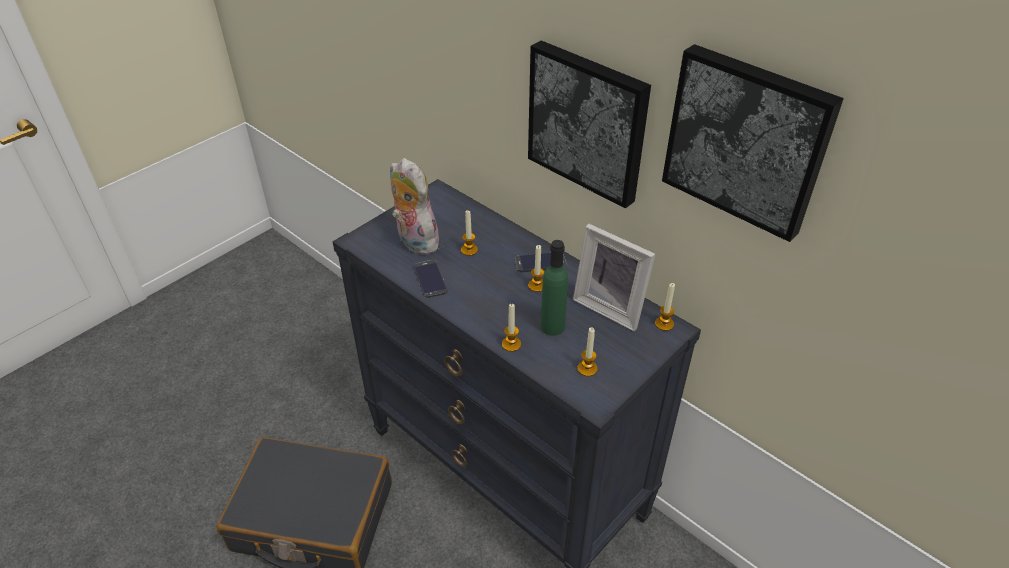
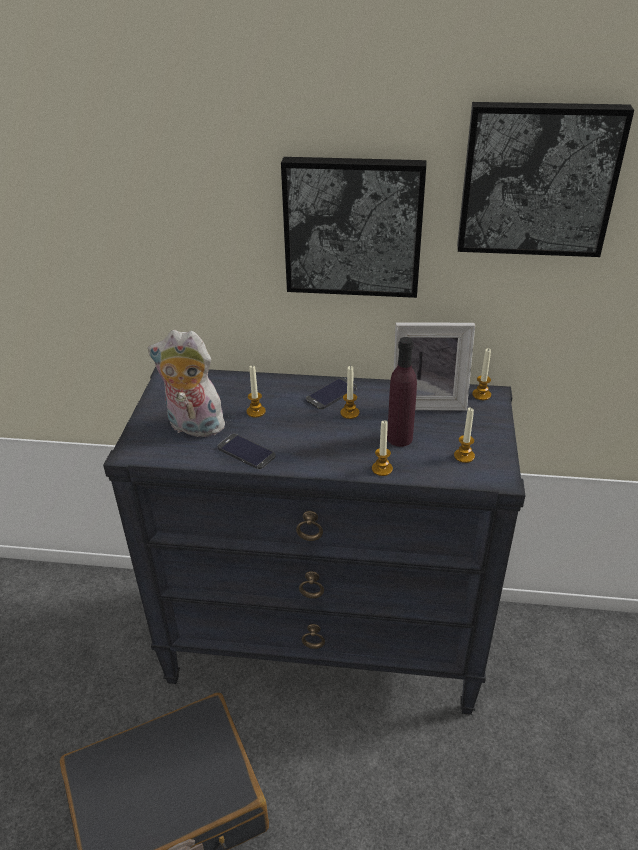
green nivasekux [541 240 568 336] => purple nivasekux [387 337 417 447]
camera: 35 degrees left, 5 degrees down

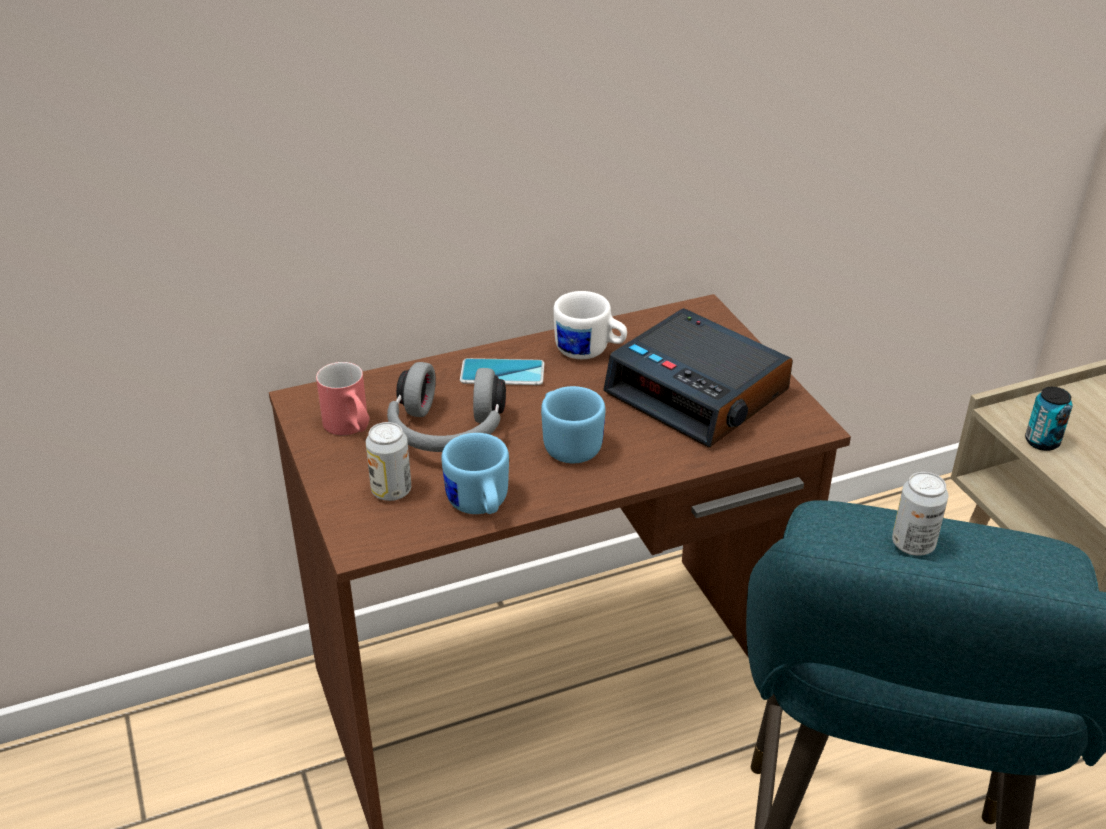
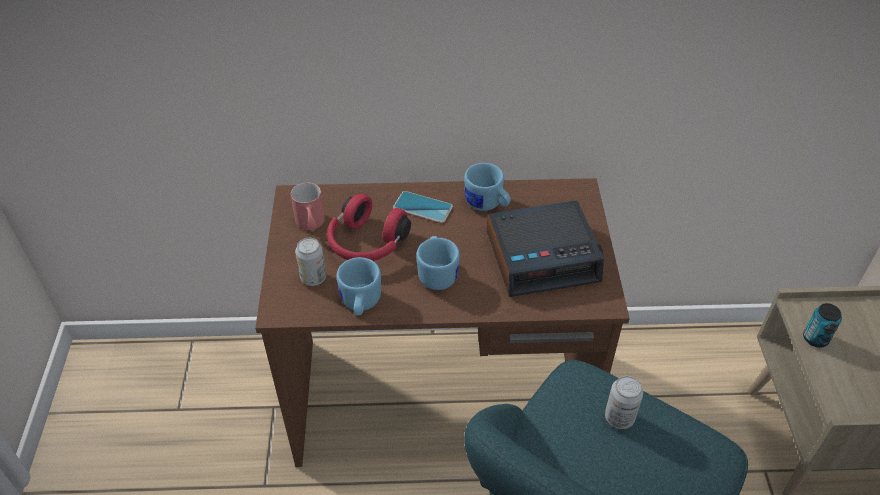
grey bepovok [387 362 506 452] => red bepovok [327 193 411 261]
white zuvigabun [553 291 627 359] => blue zuvigabun [464 163 511 211]
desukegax [603 308 793 447] => desukegax [487 200 604 297], 75 degrees counterclockwise
camera: 20 degrees right, 10 degrees up

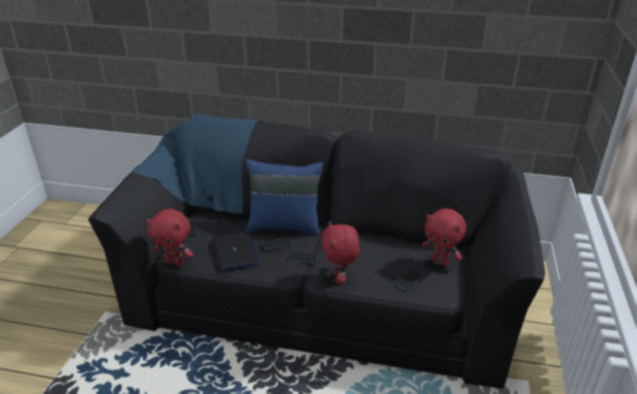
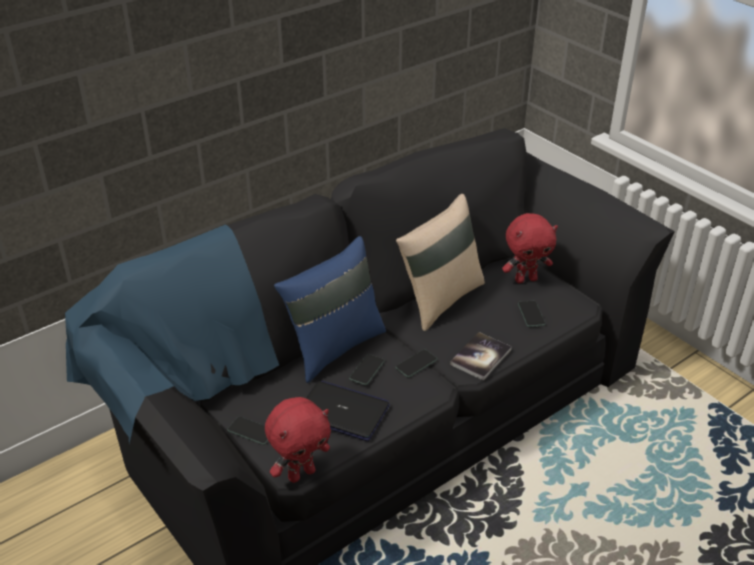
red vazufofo [322 221 360 284] => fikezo [450 332 512 381]
nothing => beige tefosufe [396 194 485 331]
camera: 50 degrees left, 5 degrees up

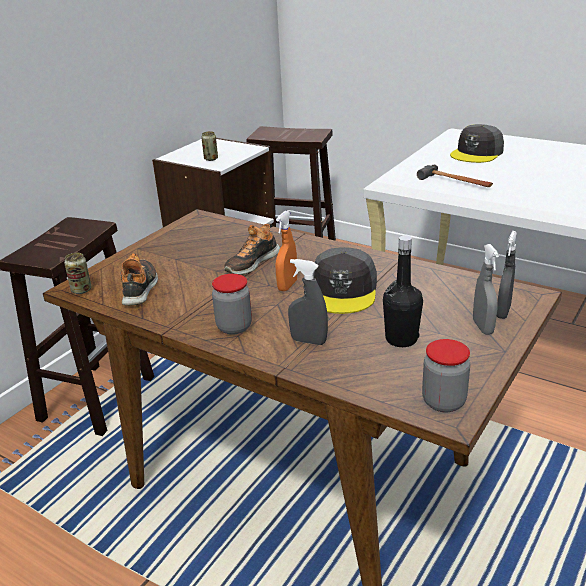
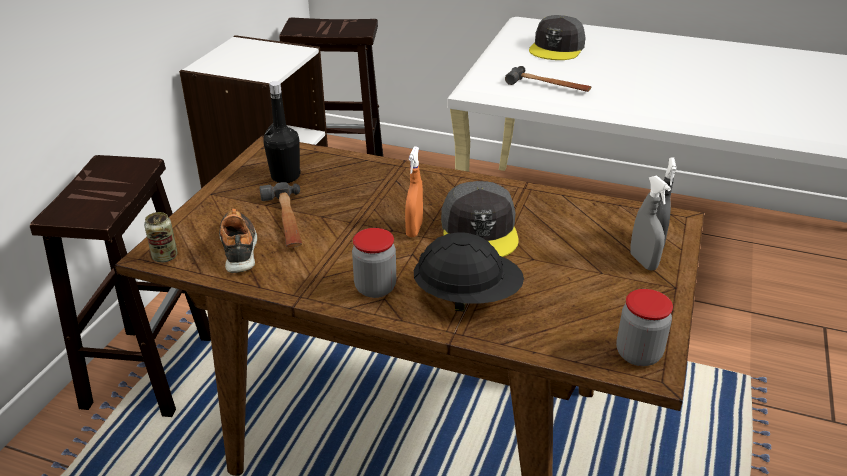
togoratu [201 131 218 161] => nothing
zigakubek [224 223 280 275] => nothing
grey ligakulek [288 259 328 345] => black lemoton [414 232 524 312]
black nivasekux [383 235 423 347] => black nivasekux [263 81 301 183], move
nothing => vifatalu [259 182 302 248]
camera: 15 degrees left, 5 degrees up

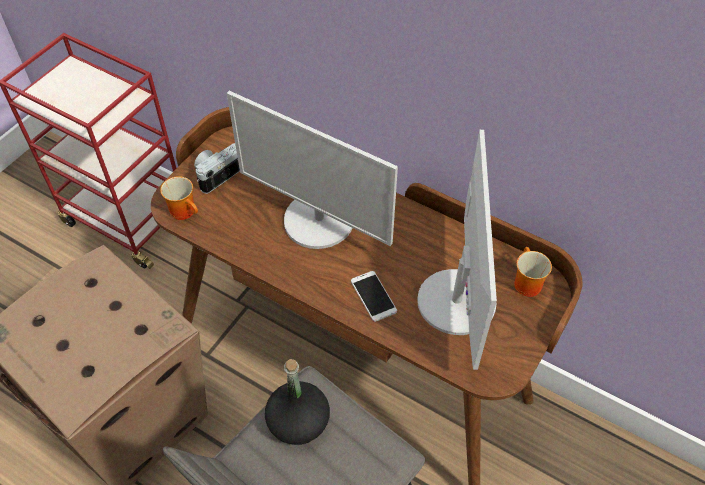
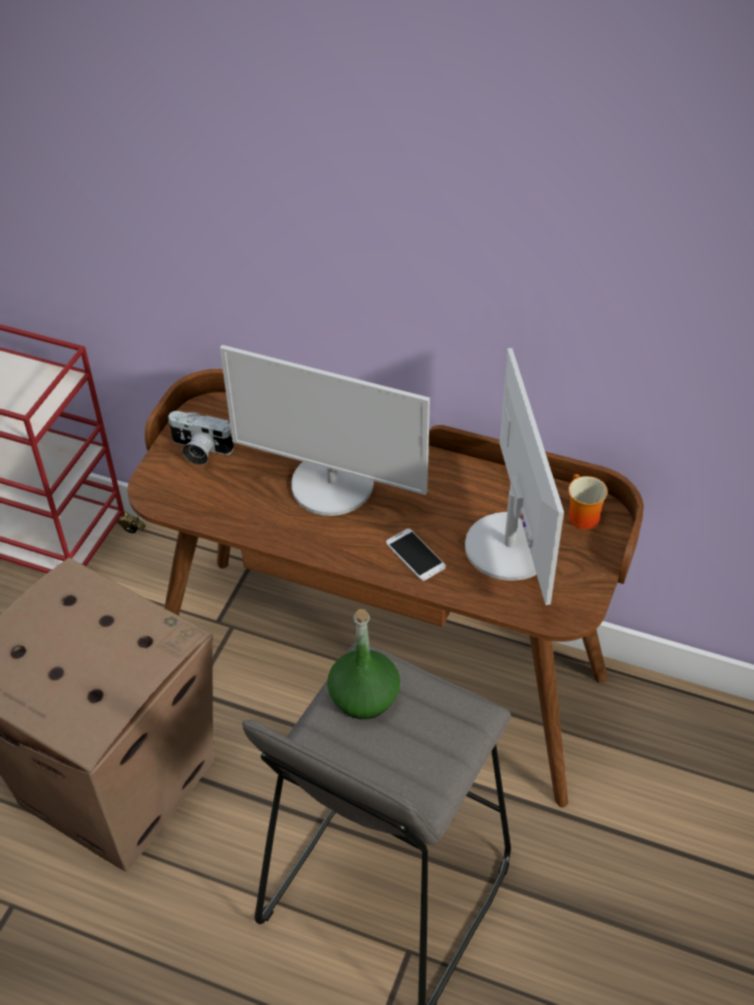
zuvigabun [160 176 198 220] => nothing
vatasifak [194 143 240 194] => vatasifak [168 411 234 465], 105 degrees counterclockwise
black nivasekux [265 359 330 445] => green nivasekux [327 609 400 719]
camera: 10 degrees left, 5 degrees down

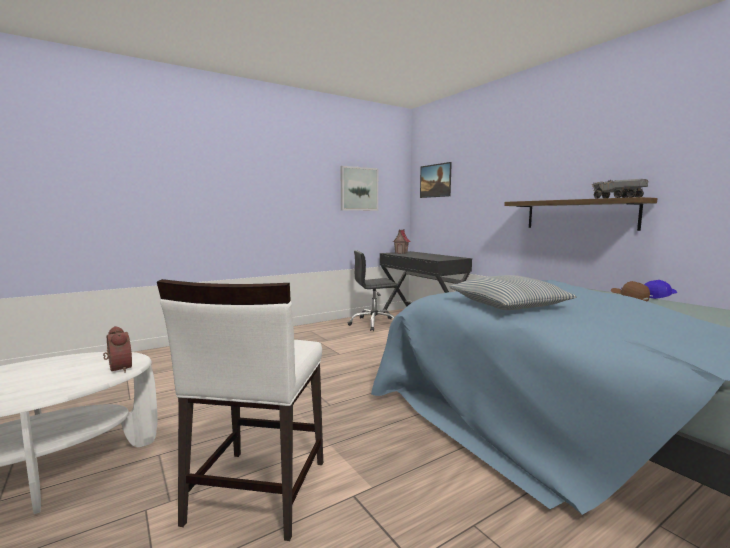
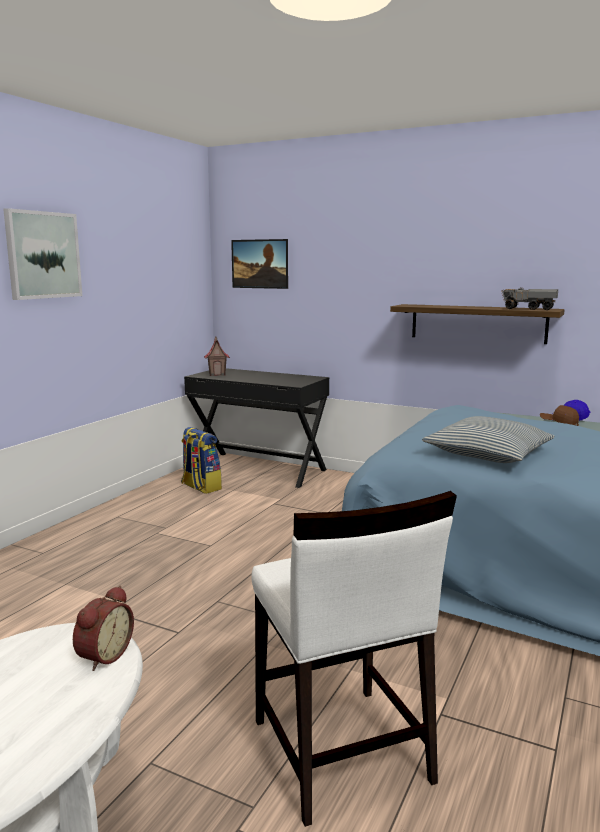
desukegax [103 326 132 373] => desukegax [73 586 134 671], 90 degrees clockwise
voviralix [340 166 378 211] => voviralix [3 208 82 300], move
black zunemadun [348 250 397 331] => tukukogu [181 427 222 494]
camera: 30 degrees left, 5 degrees up

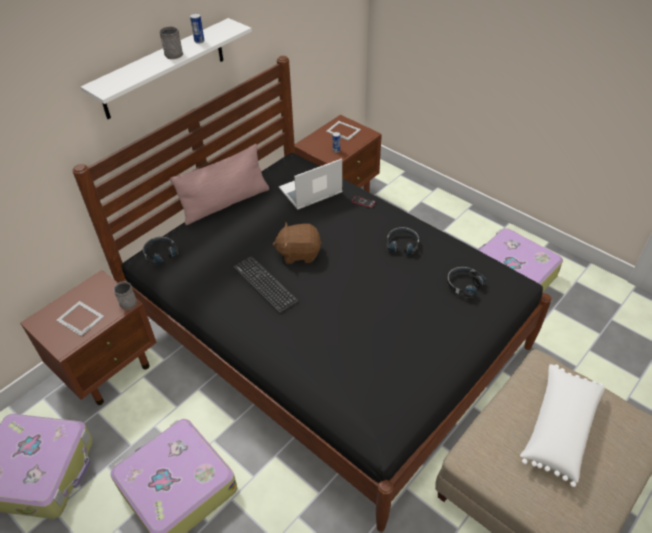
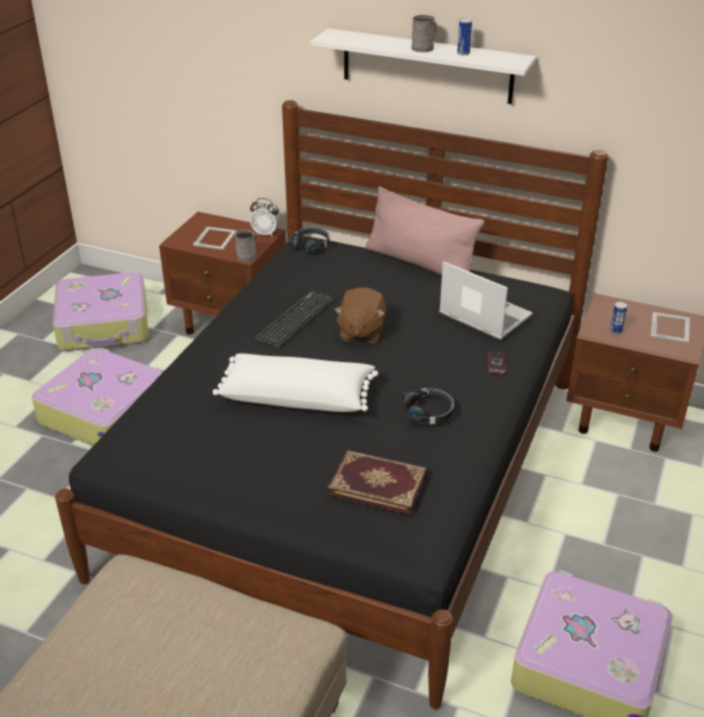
brown vazufofo [273 222 322 264] => brown vazufofo [334 287 386 343], 150 degrees counterclockwise
black bepovok [447 267 486 298] => fikezo [328 450 427 516]
white tefosufe [520 364 605 487] => white tefosufe [213 354 378 412], move
nothing => desukegax [250 198 281 237]
camera: 70 degrees right, 10 degrees down

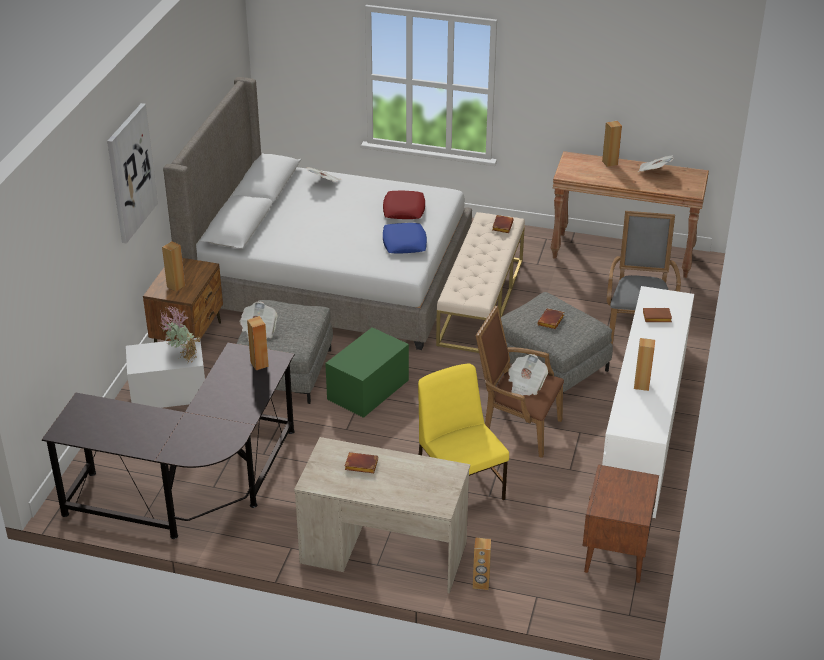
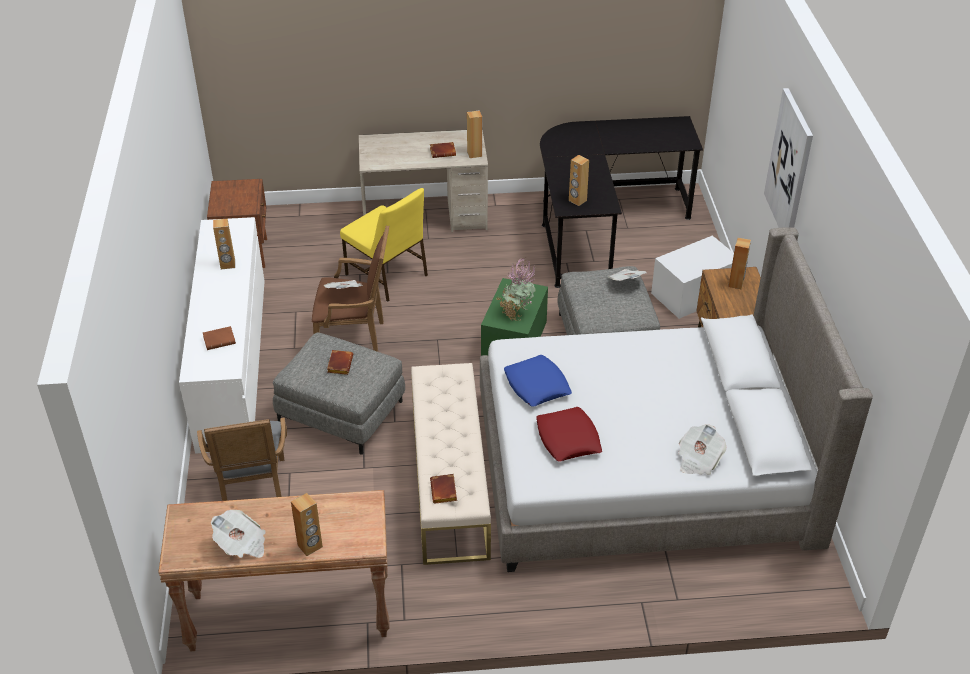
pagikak [160 306 200 363] => pagikak [496 258 536 320], move
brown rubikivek [473 538 491 590] => brown rubikivek [467 110 482 158], move
camera: 160 degrees right, 5 degrees up

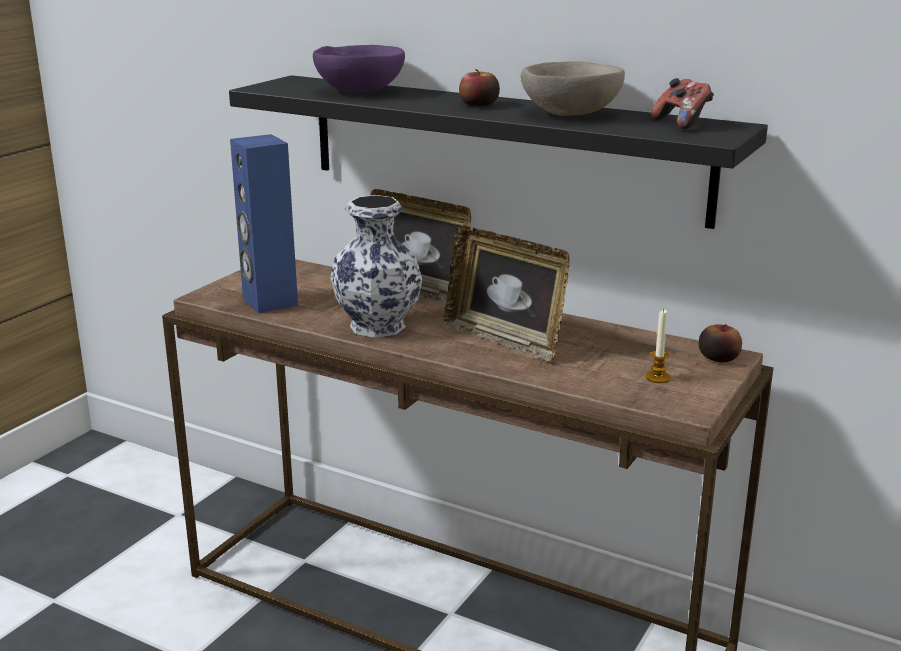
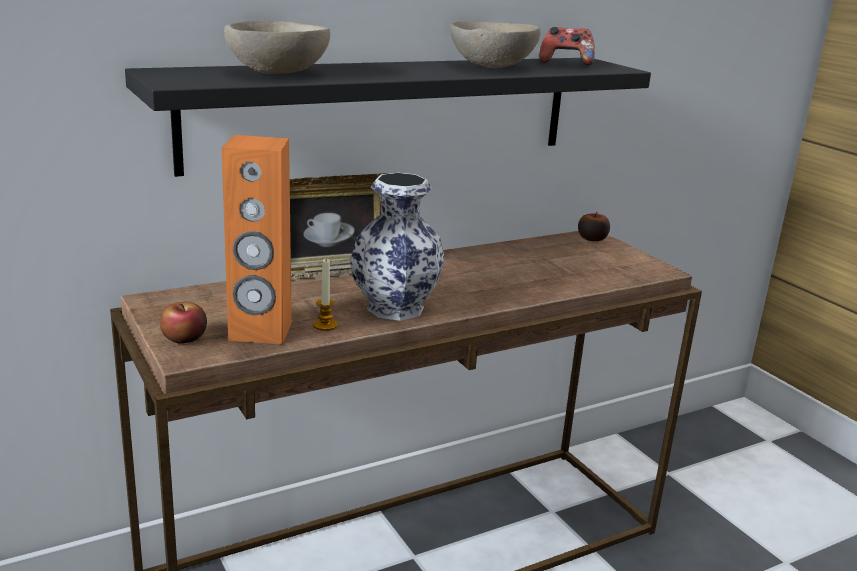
blue rubikivek [230 134 298 313] => orange rubikivek [222 135 292 344]
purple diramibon [313 45 405 92] => beige diramibon [224 21 330 74]
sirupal [444 225 570 362] => nothing
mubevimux [459 69 500 106] => mubevimux [160 302 207 344], move
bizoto [645 309 671 383] => bizoto [313 259 338 331], move
camera: 60 degrees left, 0 degrees up

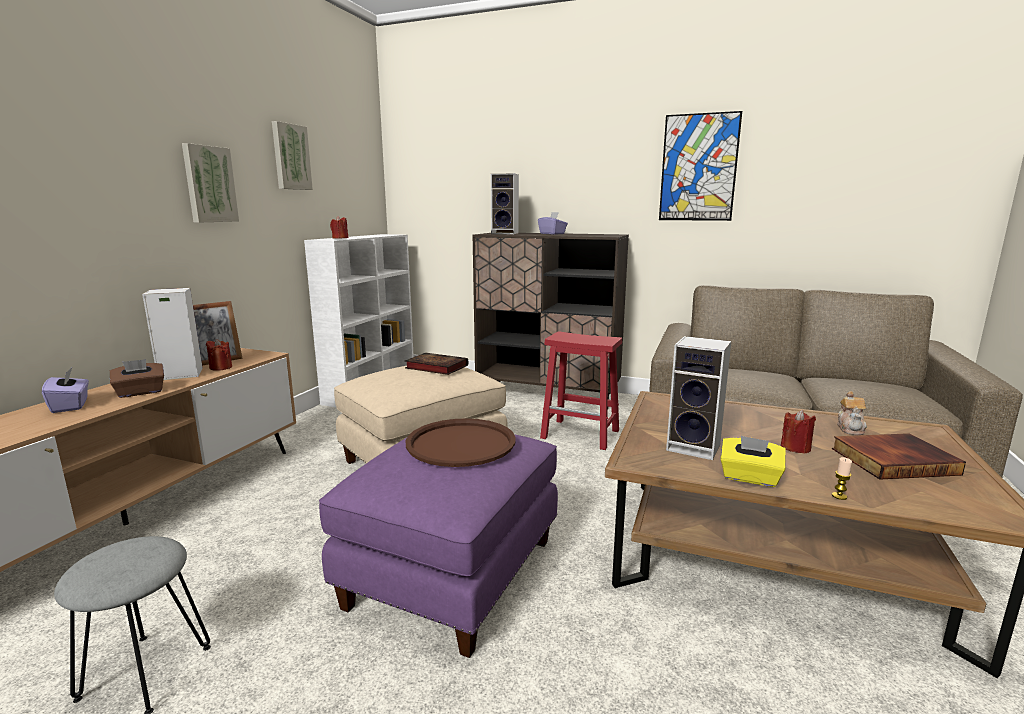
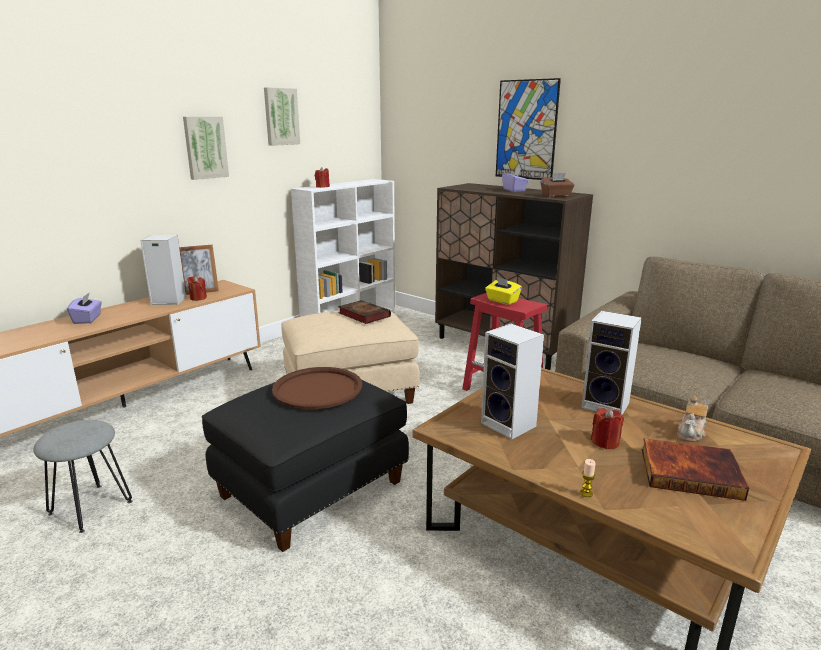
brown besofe [110 359 164 398] => brown besofe [540 173 575 197], move
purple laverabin [319 434 558 658] => black laverabin [202 380 409 552]
rubikivek [491 173 519 234] => rubikivek [581 311 642 415], move
voviralix [659 111 742 221] => voviralix [496 78 561 180], move
yellow besofe [720 436 786 487] => yellow besofe [485 277 522 305], move
camera: 20 degrees right, 5 degrees up

